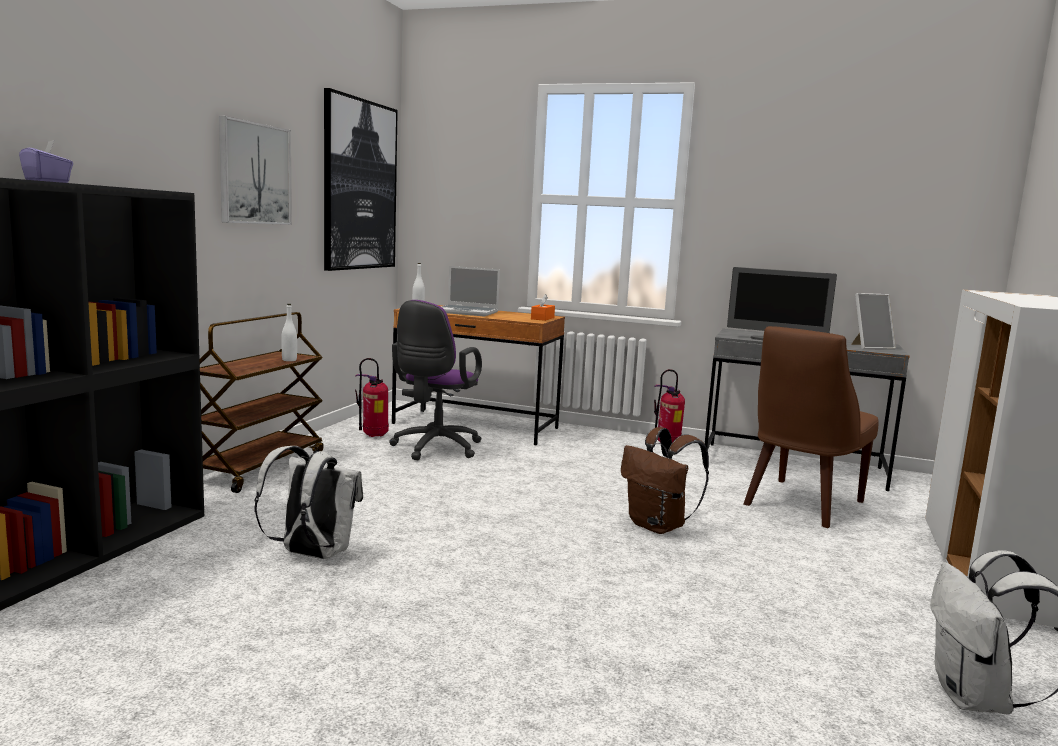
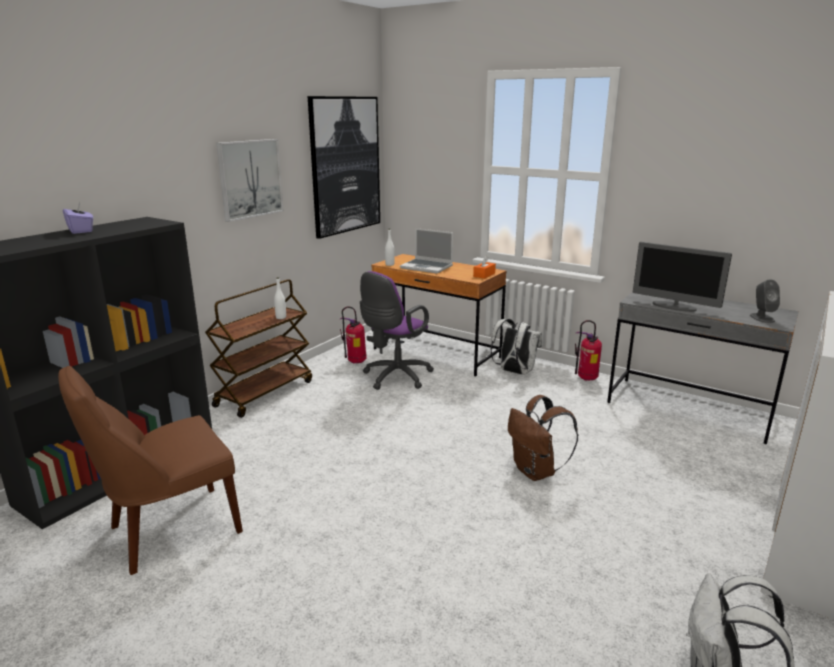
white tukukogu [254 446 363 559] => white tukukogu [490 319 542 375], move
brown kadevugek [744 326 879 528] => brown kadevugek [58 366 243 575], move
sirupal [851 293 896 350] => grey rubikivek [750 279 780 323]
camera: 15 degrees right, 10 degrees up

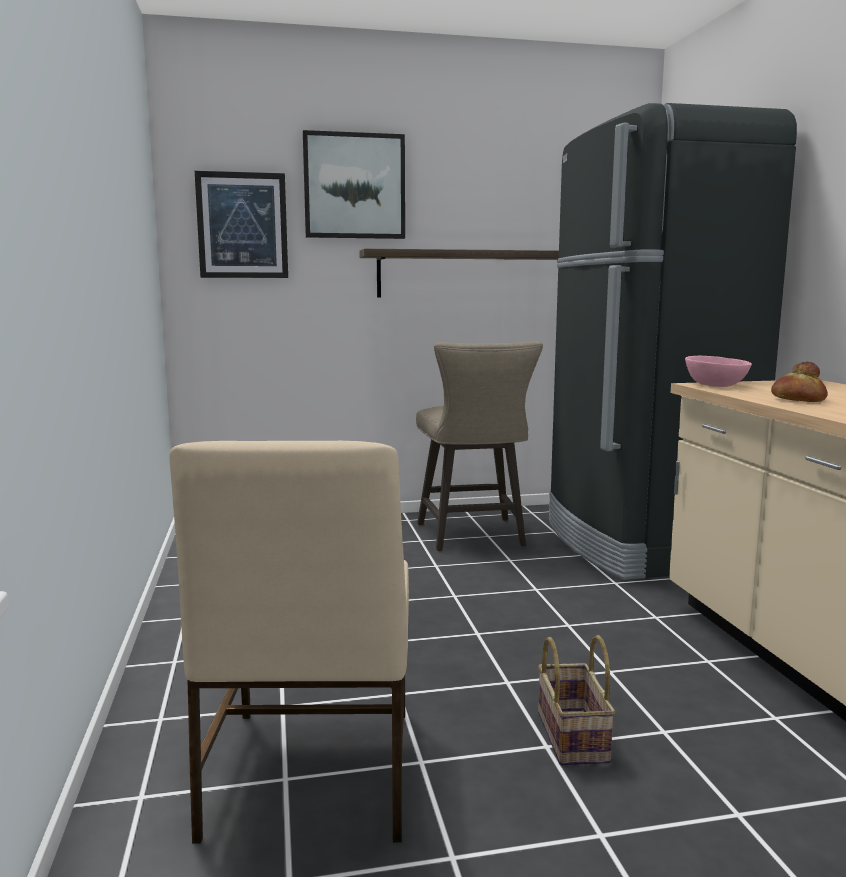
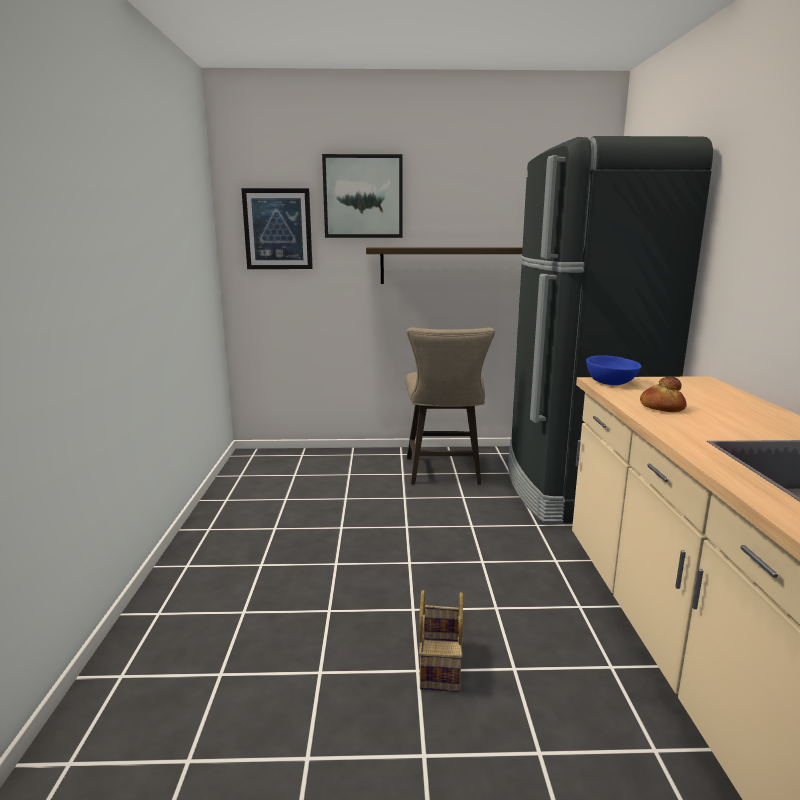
beige kadevugek [169 441 409 844] => nothing
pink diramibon [685 356 752 387] => blue diramibon [586 355 641 385]
camera: 10 degrees right, 5 degrees up

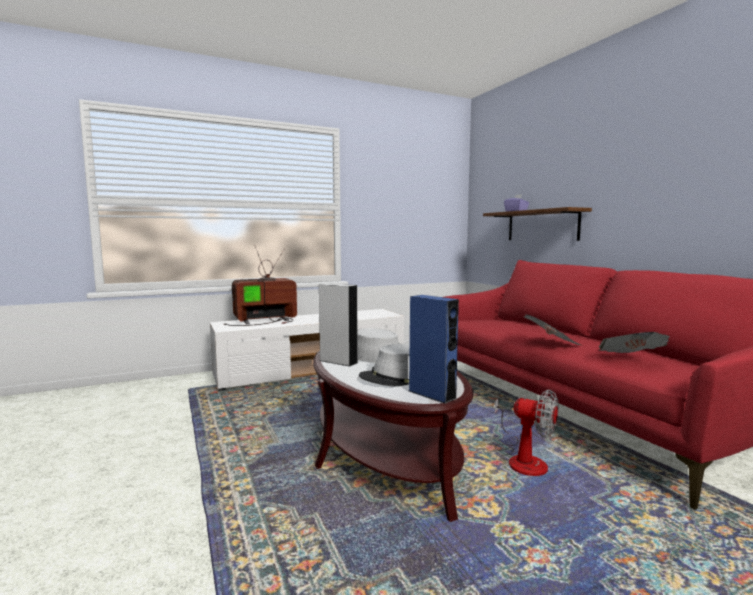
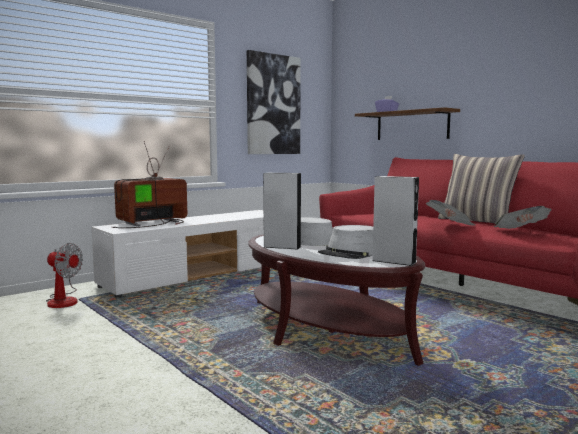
blue rubikivek [409 295 459 404] => grey rubikivek [372 176 419 266]
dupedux [495 389 558 476] => dupedux [46 243 83 308], move
nothing => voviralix [247 50 301 154]
nothing => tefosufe [438 154 525 224]
camera: 15 degrees left, 0 degrees up

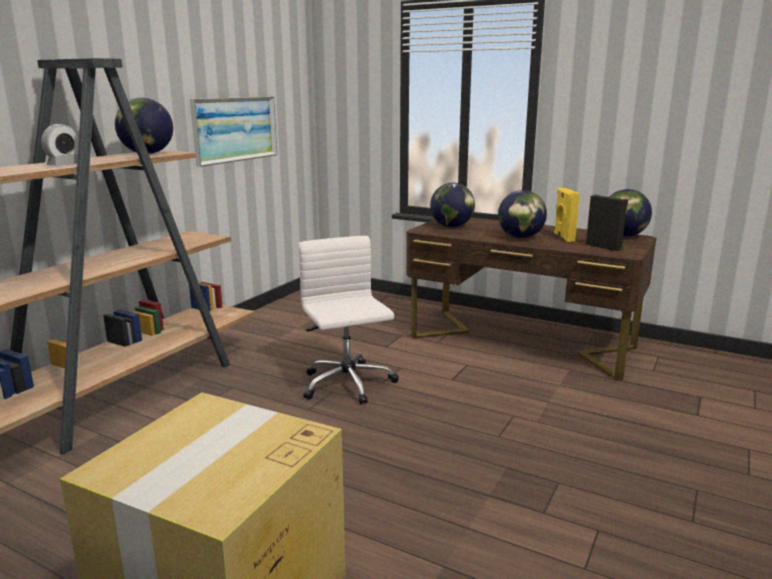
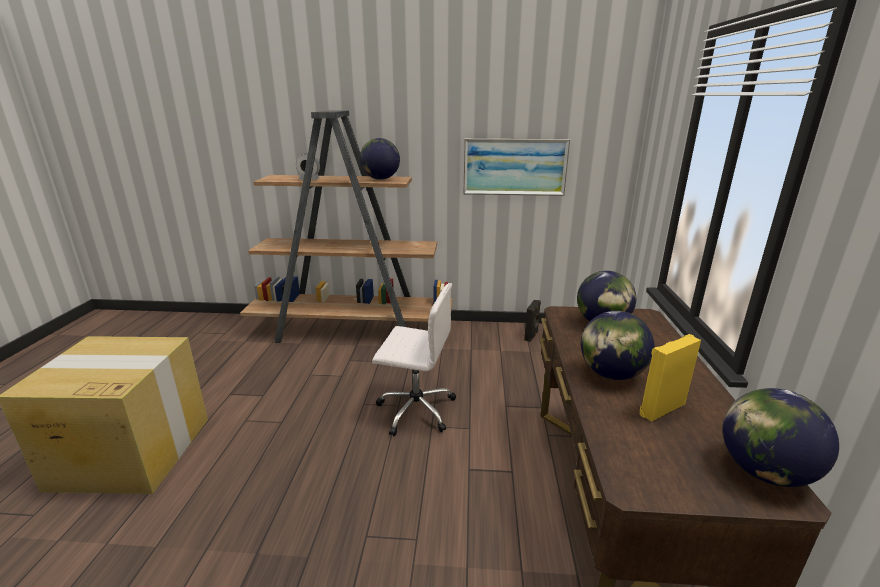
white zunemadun [298 236 399 404] => white zunemadun [372 283 456 436], 60 degrees clockwise
black rubikivek [586 194 628 251] => black rubikivek [524 300 541 342], move
camera: 65 degrees right, 5 degrees up

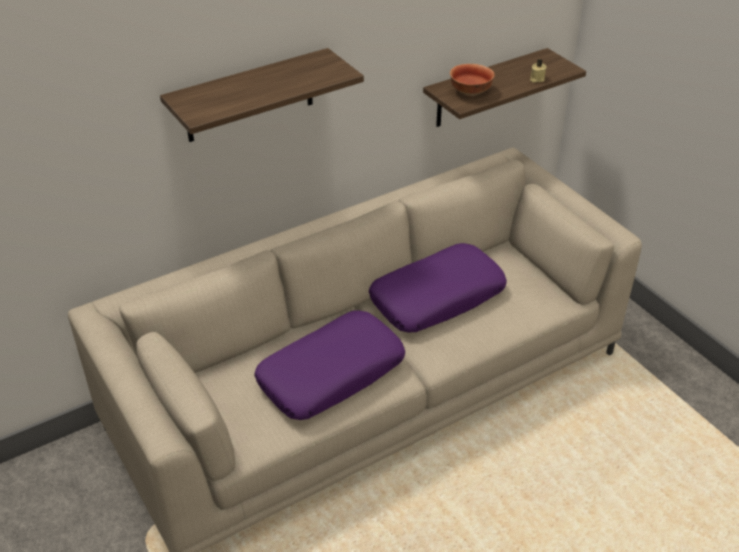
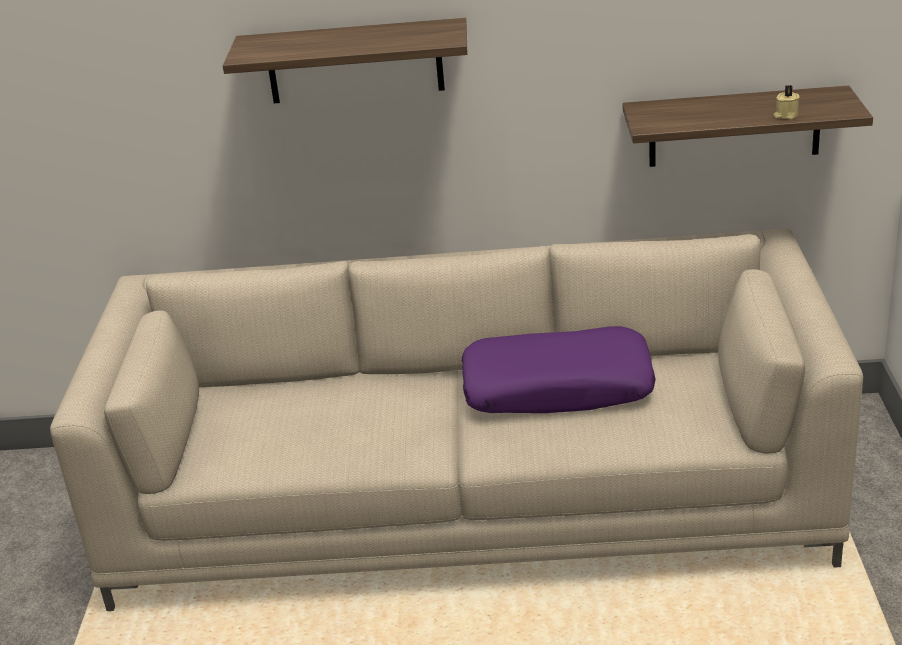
purple tefosufe [254 310 405 420] => nothing
diramibon [450 64 495 97] => nothing
camera: 35 degrees right, 10 degrees down

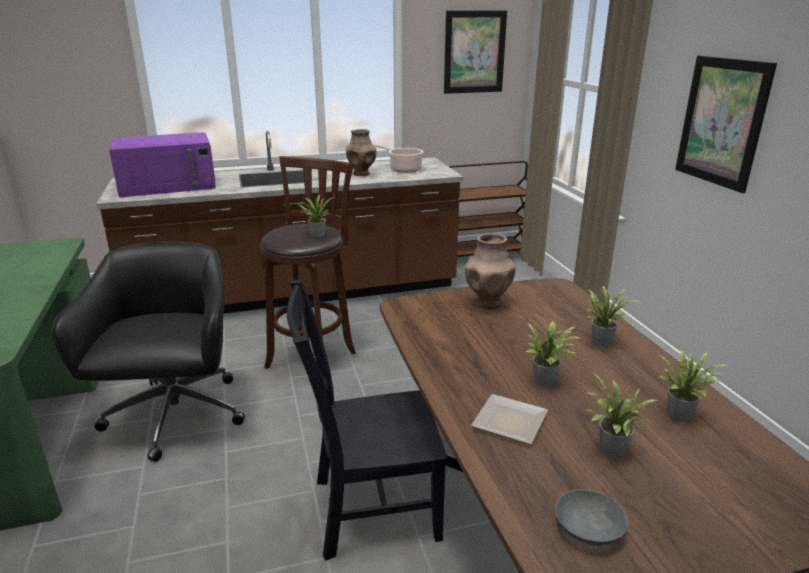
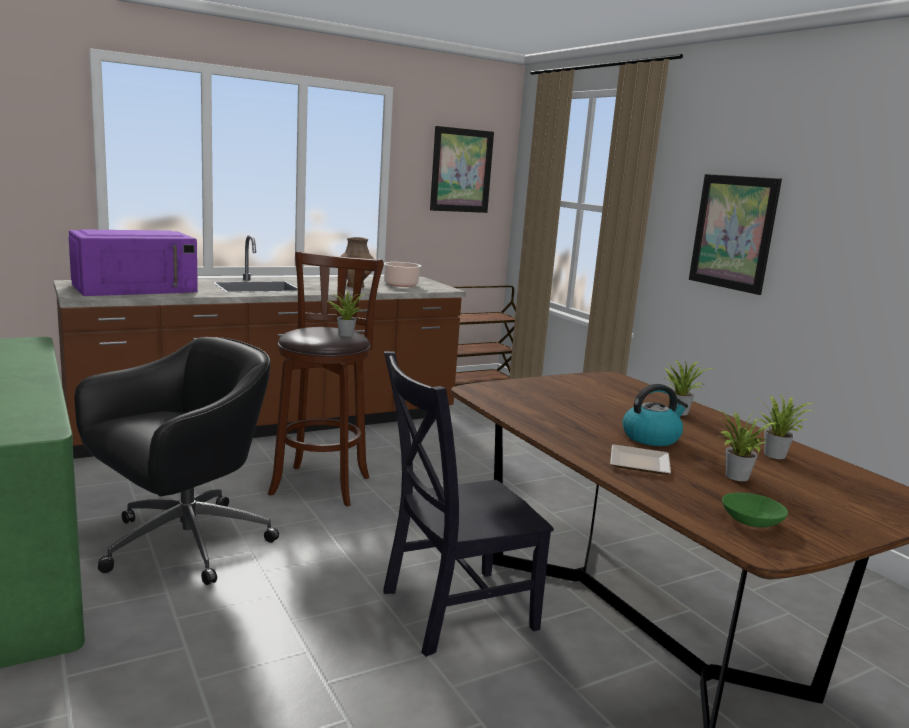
black zunemadun [52 242 245 462] => black zunemadun [74 337 279 585], 60 degrees clockwise
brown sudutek [465 233 516 309] => nothing
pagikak [526 321 580 387] => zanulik [623 384 688 446]
grey diramibon [555 489 629 546] => green diramibon [722 493 788 527]
camera: 15 degrees left, 10 degrees down

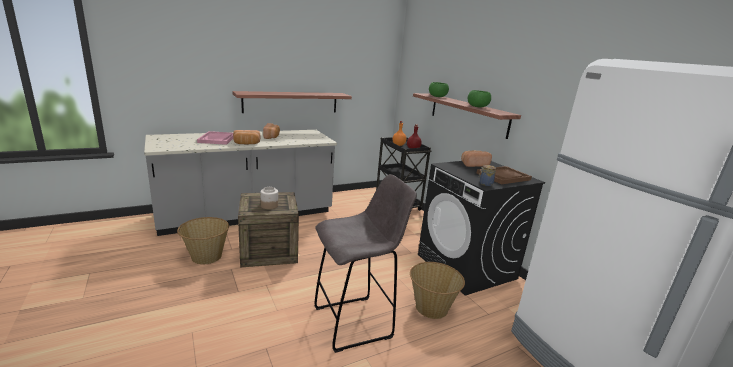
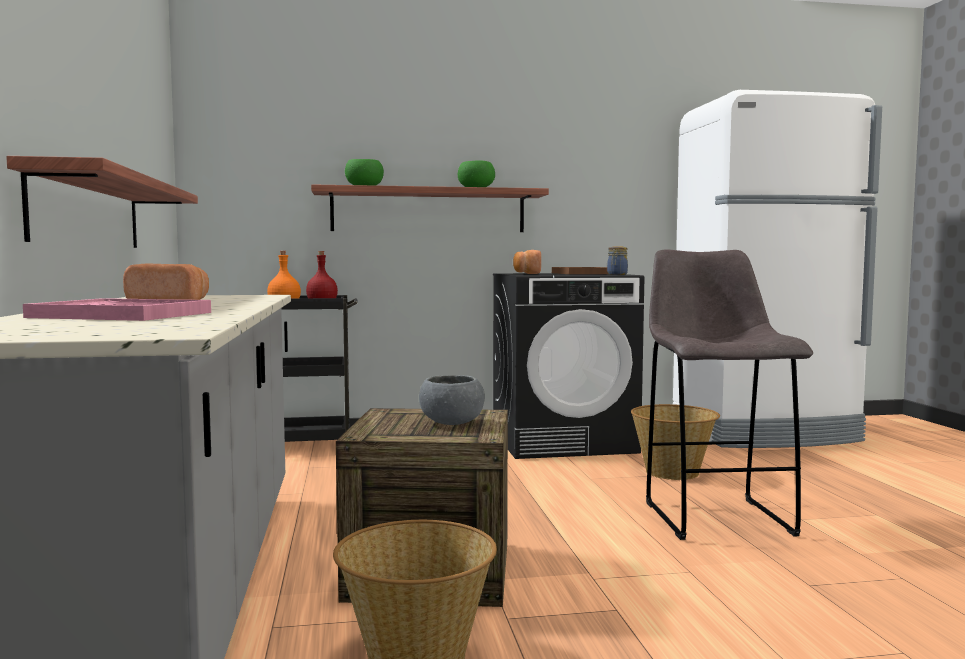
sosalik [233 130 260 145] => nothing
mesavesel [260 187 278 209] => grey diramibon [419 375 485 425]
camera: 70 degrees left, 15 degrees down

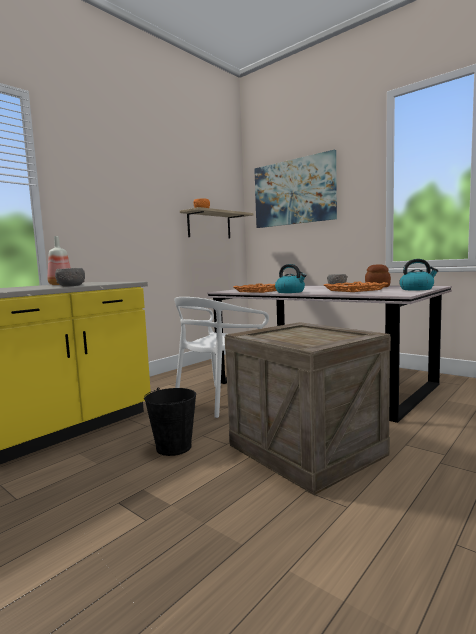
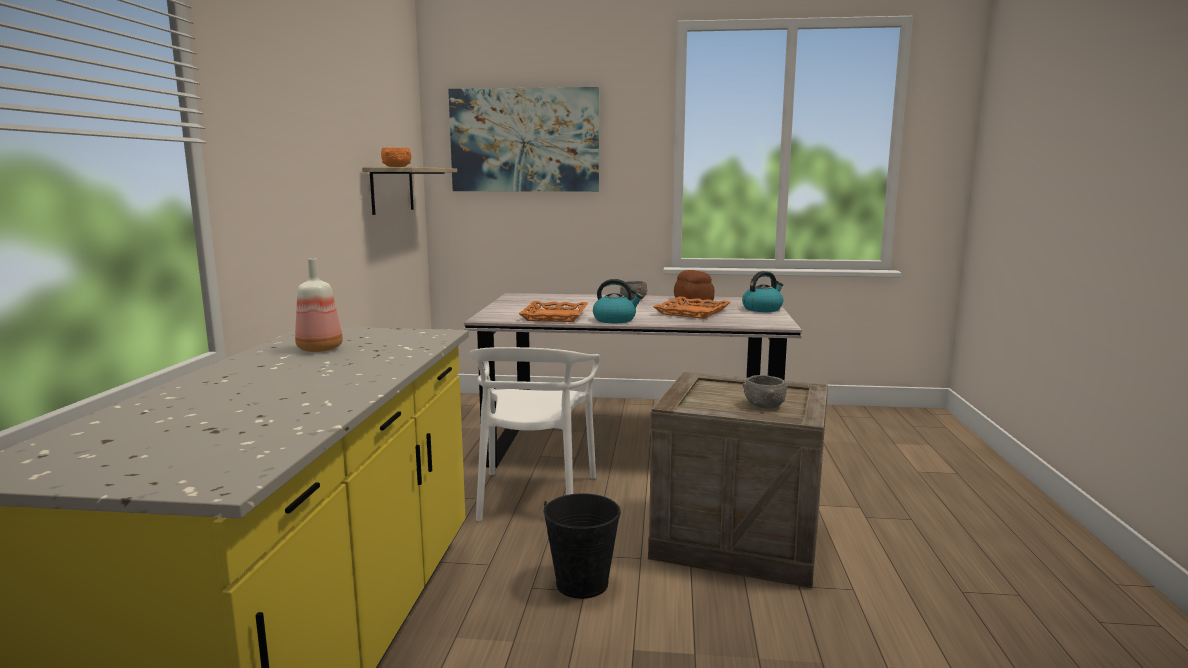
grey diramibon [55 268 85 286] => grey diramibon [742 375 788 409], move
camera: 35 degrees left, 5 degrees up

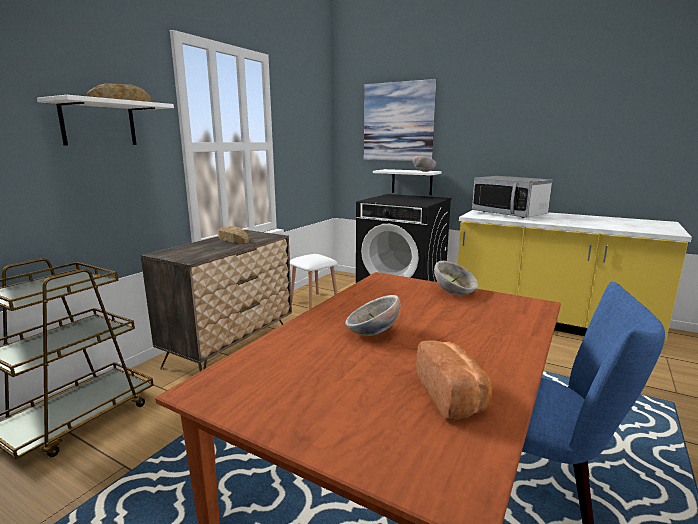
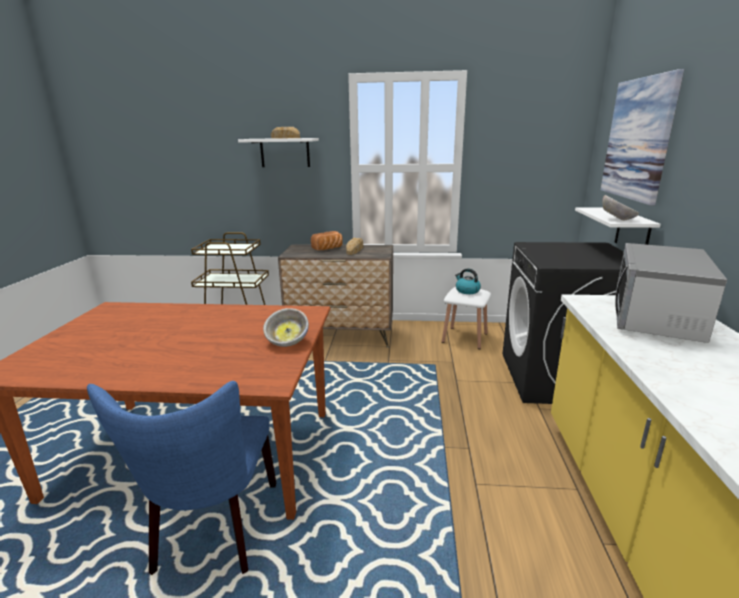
diramibon [345 295 400 336] => nothing
sosalik [416 341 492 421] => sosalik [311 231 343 250], move
nothing => zanulik [455 268 481 294]
camera: 65 degrees right, 5 degrees up

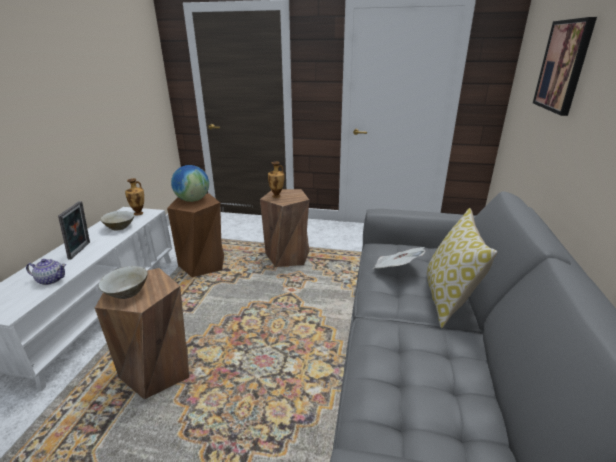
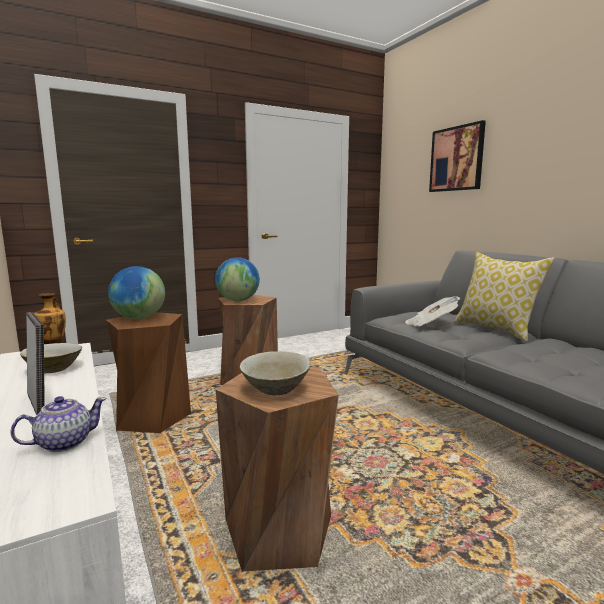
sudutek [268 162 285 198] => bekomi [215 257 260 301]
camera: 40 degrees left, 15 degrees down

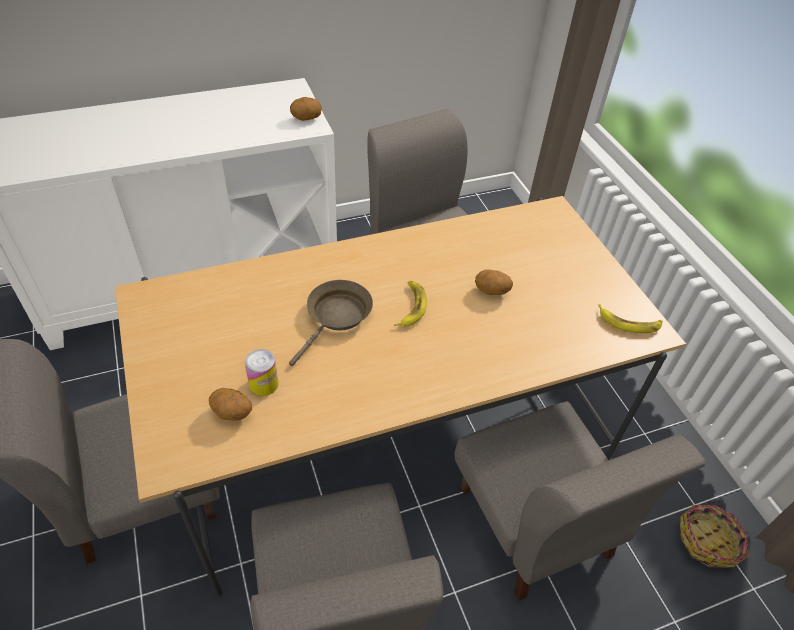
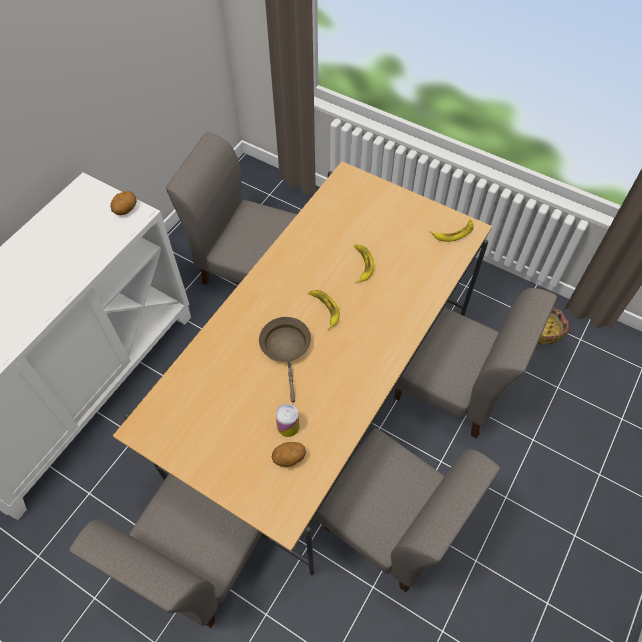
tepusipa [475 270 513 295] => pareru [354 245 374 283]
camera: 35 degrees left, 10 degrees up

